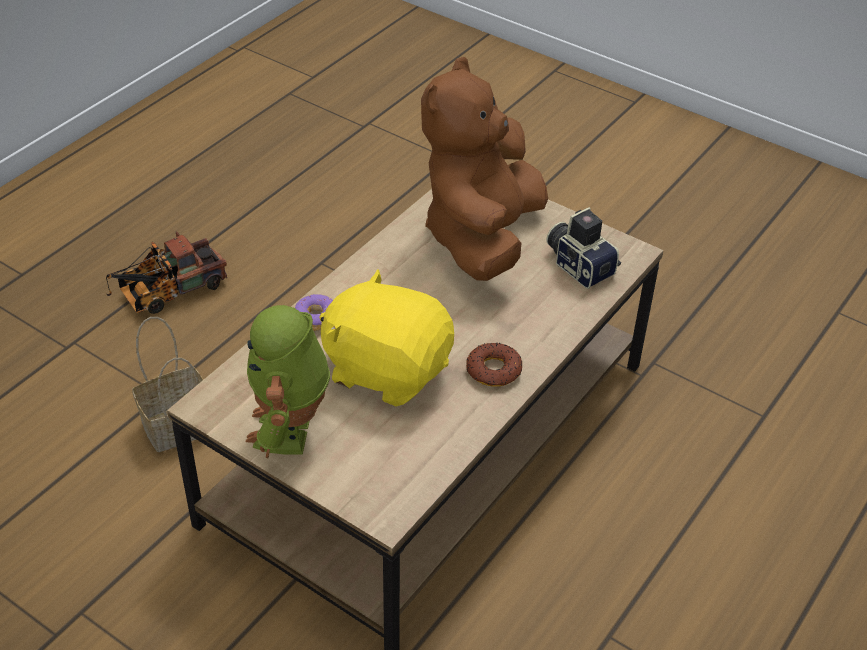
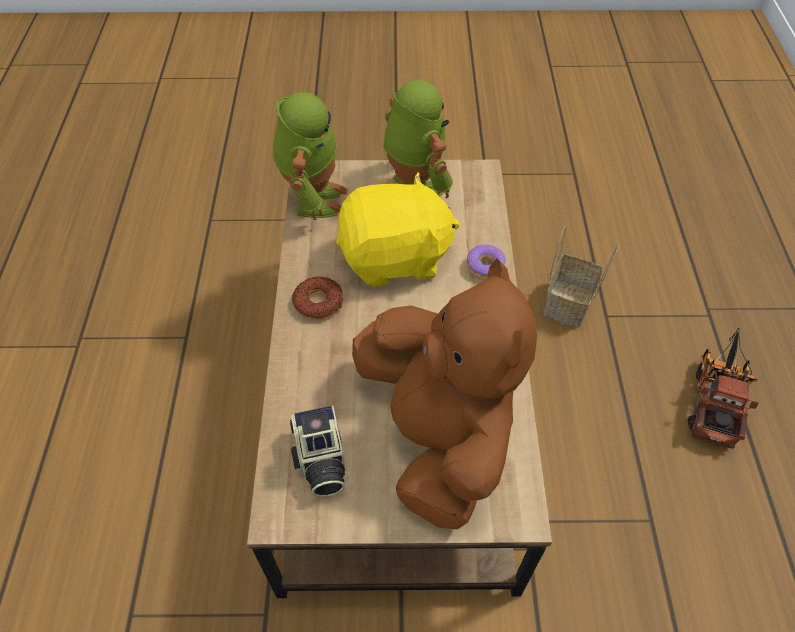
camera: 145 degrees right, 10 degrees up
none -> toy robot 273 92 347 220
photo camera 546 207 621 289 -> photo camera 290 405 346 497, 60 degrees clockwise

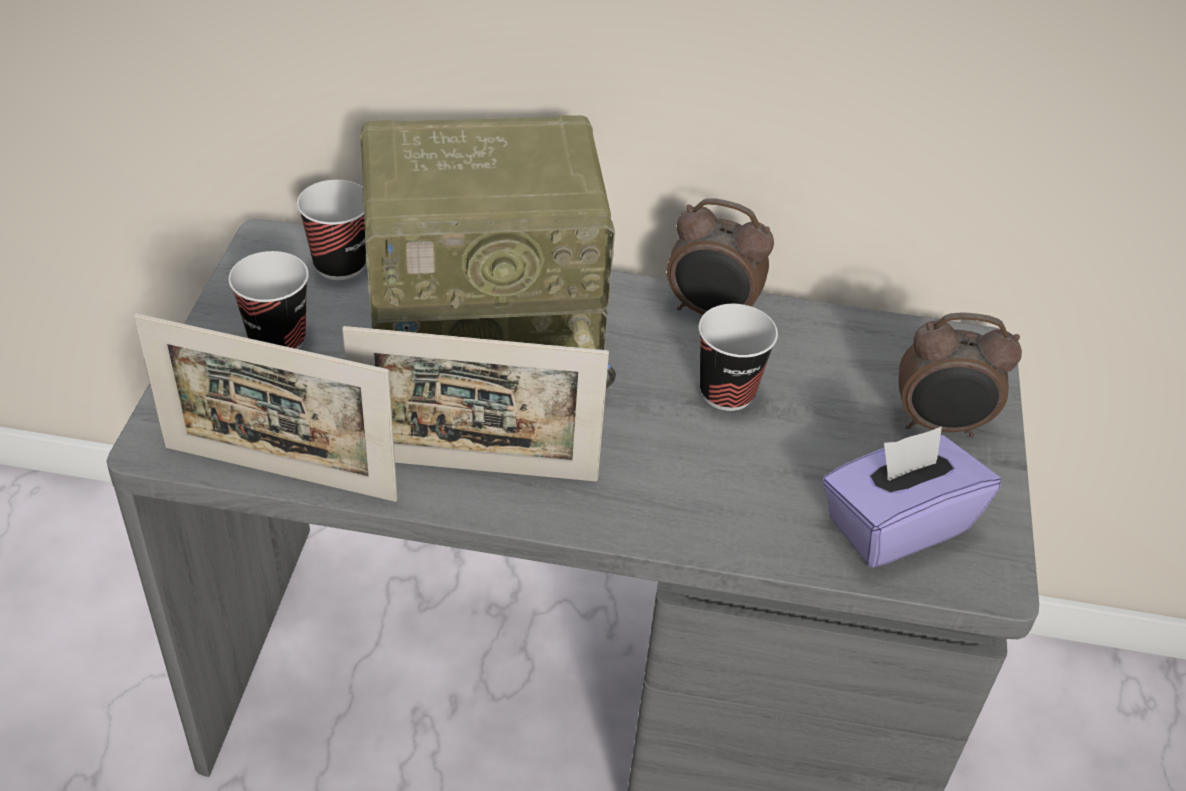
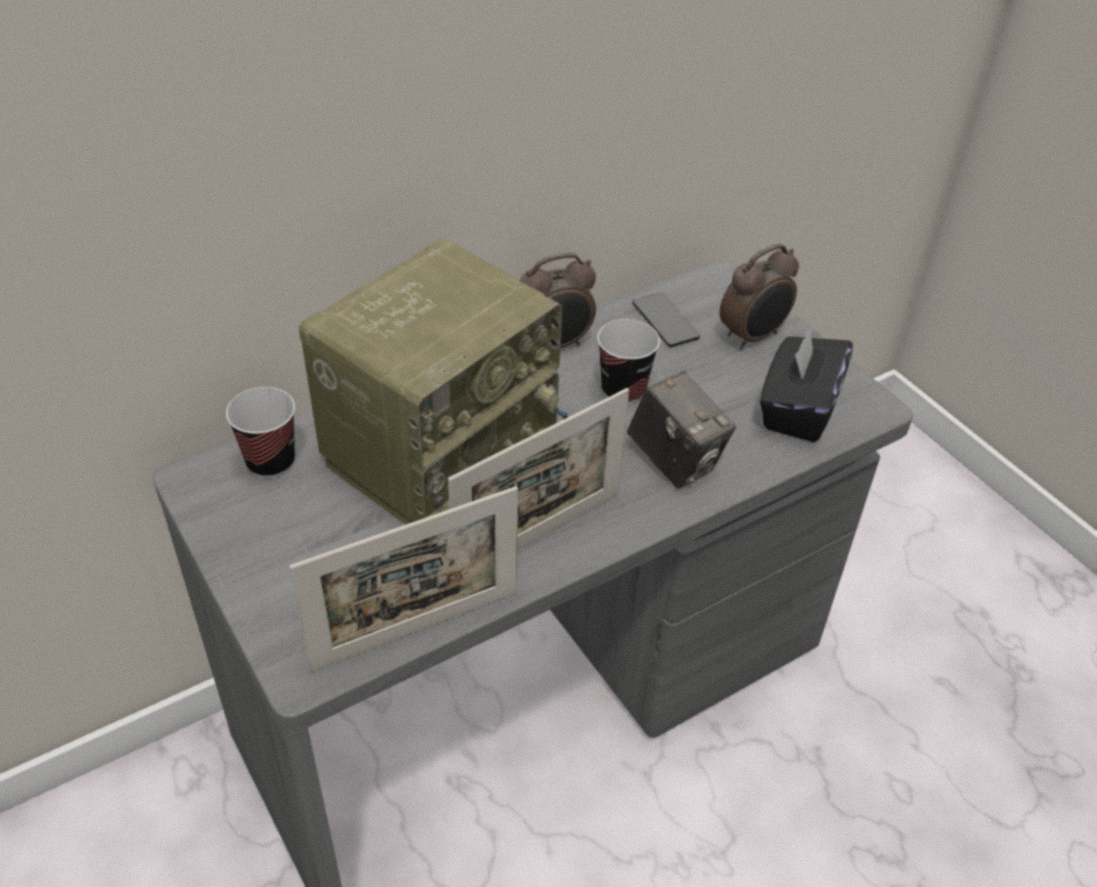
camera: 40 degrees left, 0 degrees up
cup 229 251 309 349 -> none
none -> photo camera 627 371 736 488
none -> phone 632 292 700 347
tissue box (purple) 823 426 1001 568 -> tissue box (black) 760 327 853 442

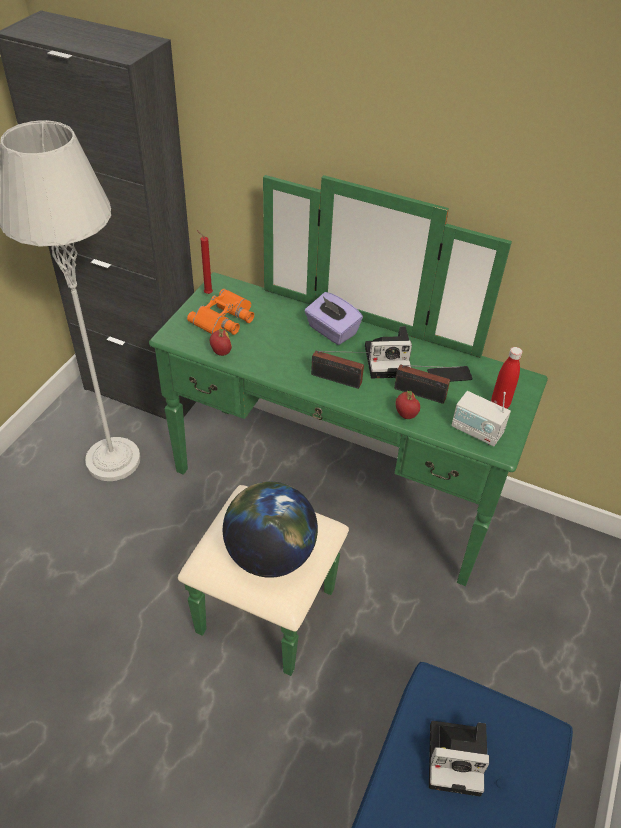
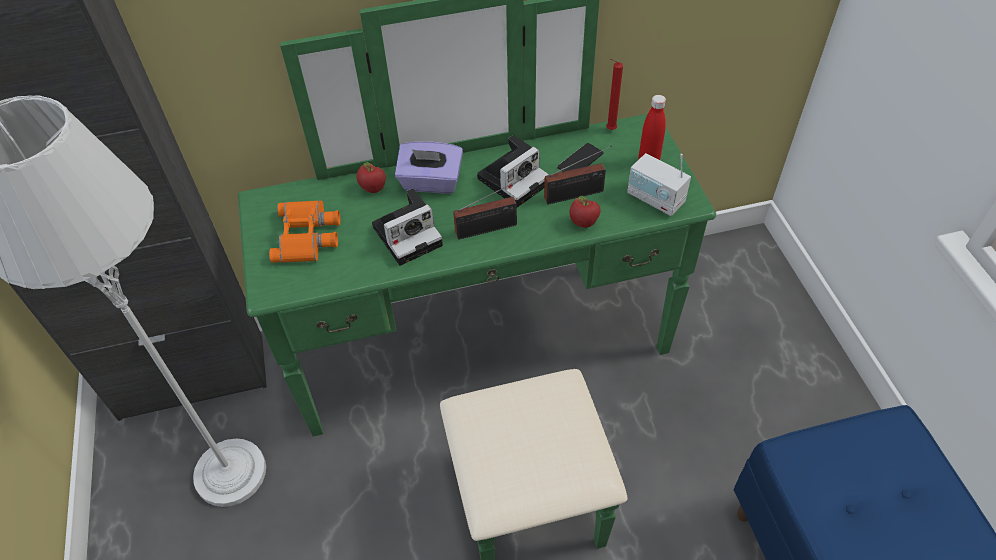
camera: 35 degrees left, 5 degrees up
globe 223 481 318 578 -> none
candle (red) 197 230 213 294 -> candle (red) 606 58 623 130, relocated
apple 210 329 232 356 -> apple 357 162 386 193, relocated
photo camera 429 721 489 796 -> photo camera 372 189 443 266, relocated
radio 451 391 511 446 -> radio 627 153 691 216, 45 degrees clockwise

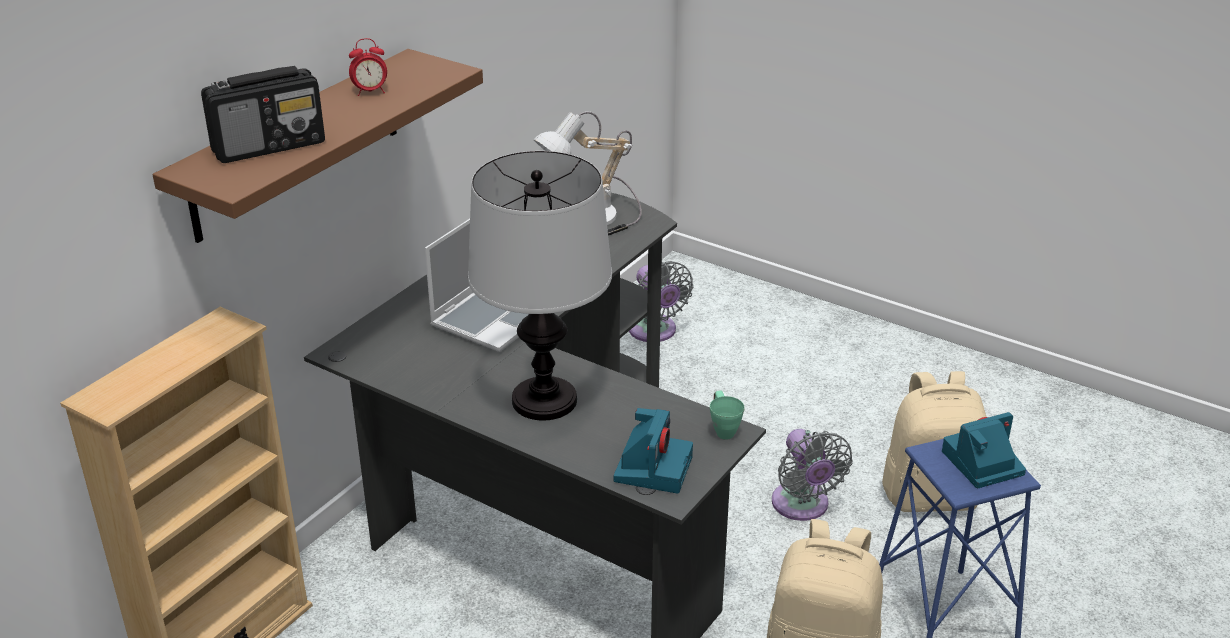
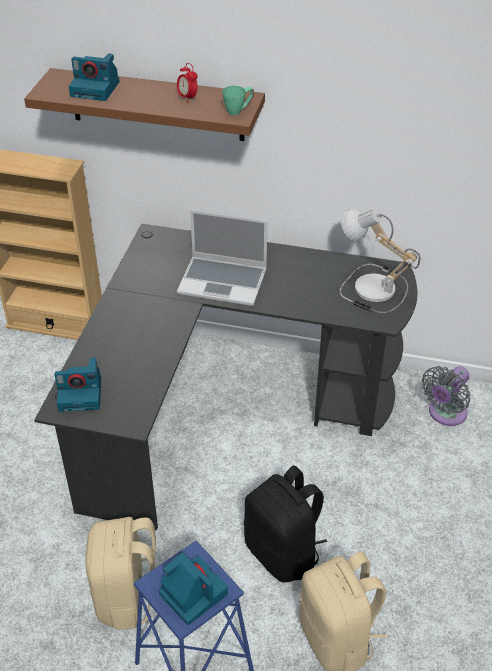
camera: 70 degrees right, 10 degrees up
table lamp 468 151 612 421 -> none
mug (green) 710 390 745 440 -> mug (green) 222 86 254 115, relocated
radio 201 66 325 163 -> photo camera 69 53 120 101
fan (grey) 772 429 853 521 -> backpack (black) 244 465 327 582

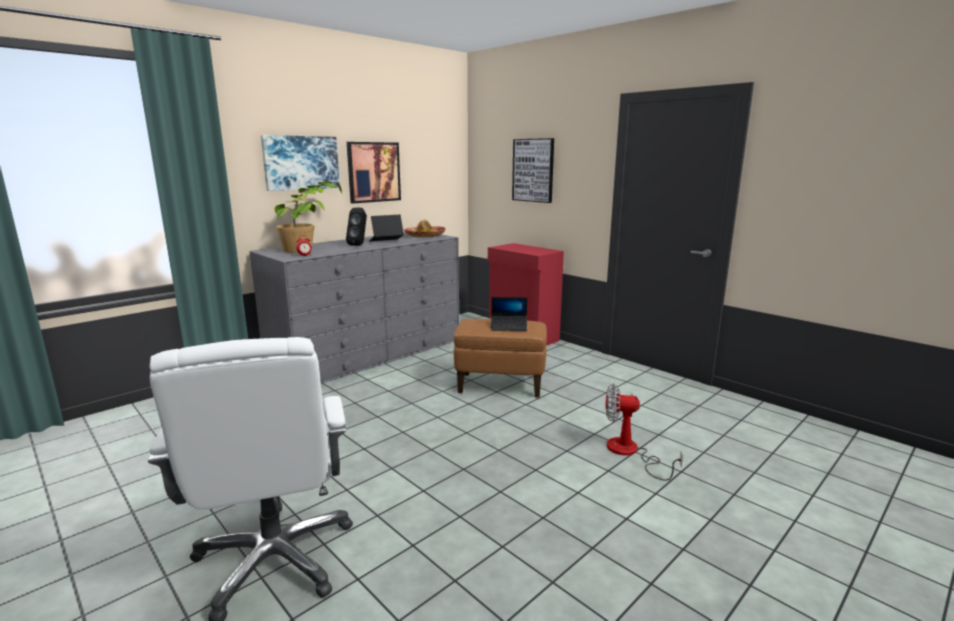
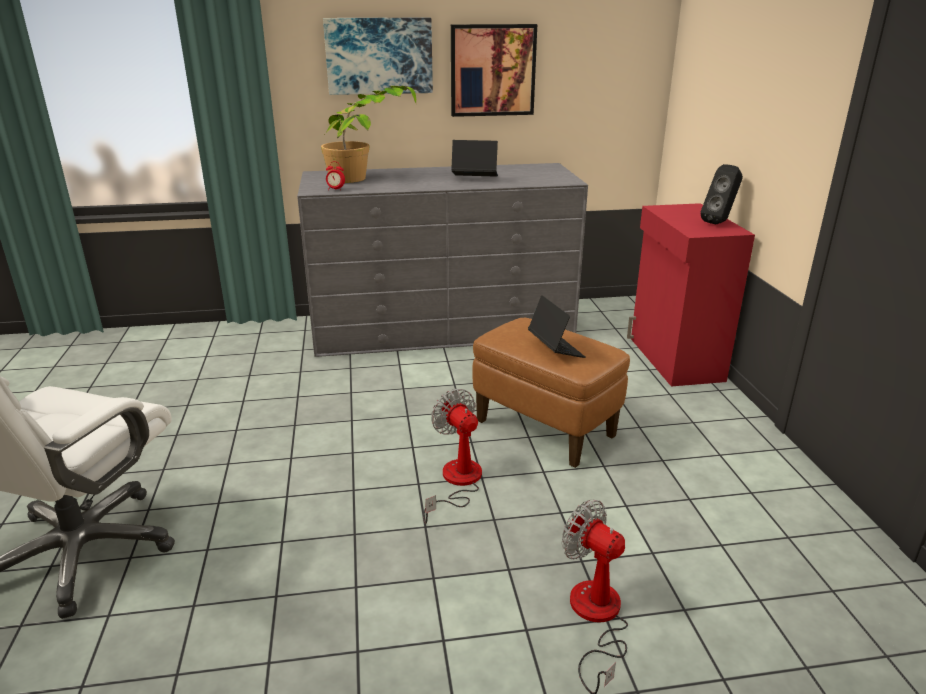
camera: 35 degrees right, 10 degrees up
hat 404 220 446 238 -> none
picture 512 138 554 203 -> none
none -> fan 423 389 482 524
speaker (black) 346 208 367 246 -> speaker (black) 700 164 743 224, relocated
laptop 491 297 528 331 -> laptop 528 295 585 358, 150 degrees counterclockwise

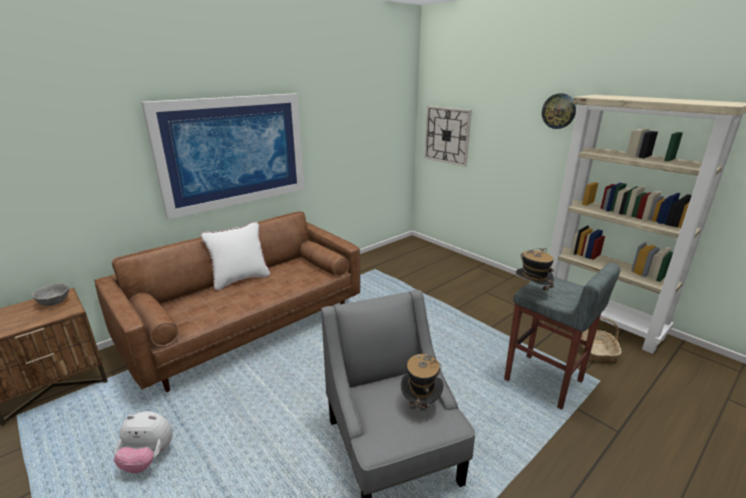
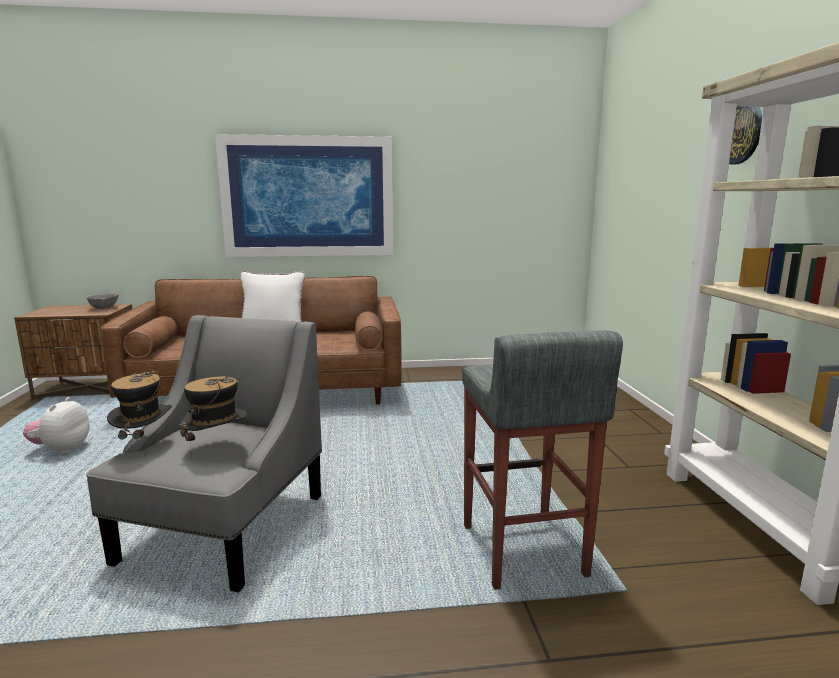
camera: 35 degrees right, 10 degrees down
wall clock 424 106 472 167 -> none
basket 581 318 621 362 -> none
hat 516 248 554 296 -> hat 107 370 172 456, relocated
plush toy 114 411 173 473 -> plush toy 23 397 90 454, 60 degrees clockwise

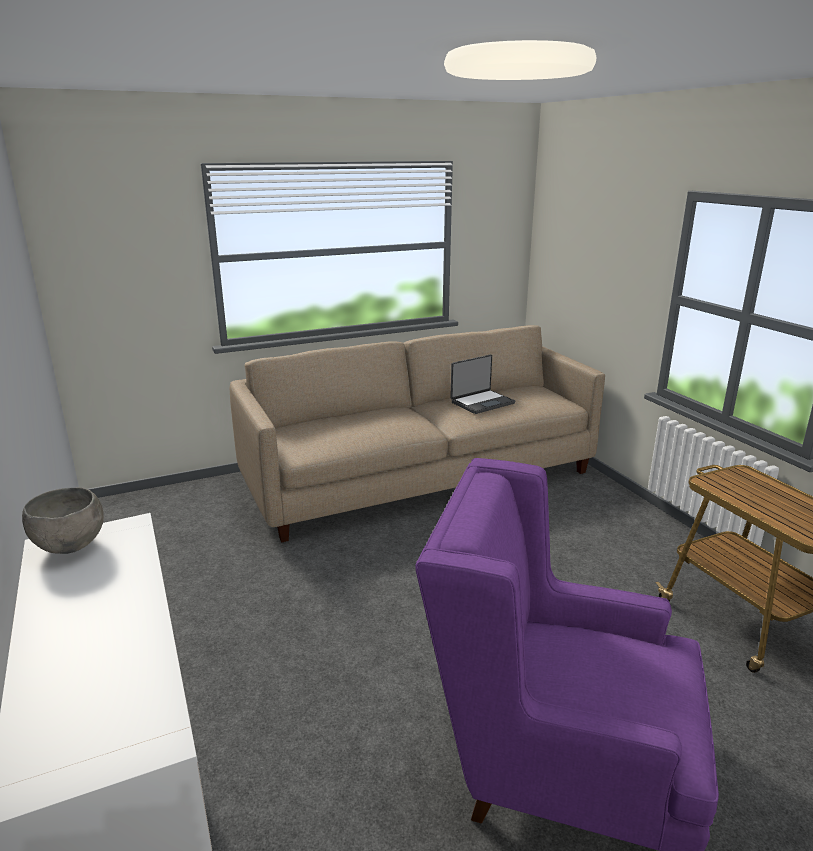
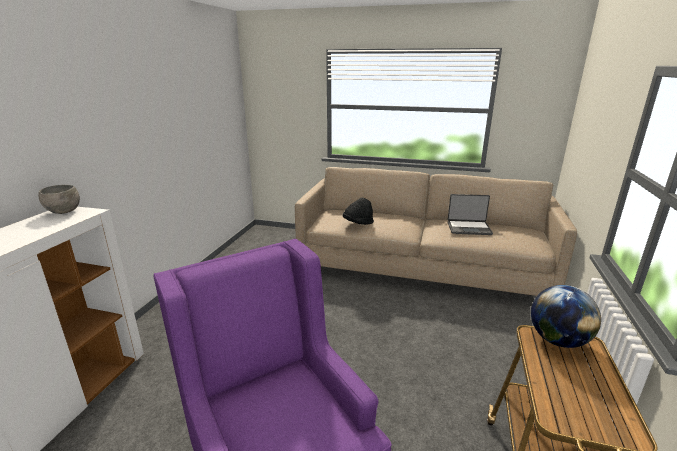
camera: 40 degrees right, 0 degrees up
none -> hat (black) 342 198 374 225
none -> globe 531 285 601 348

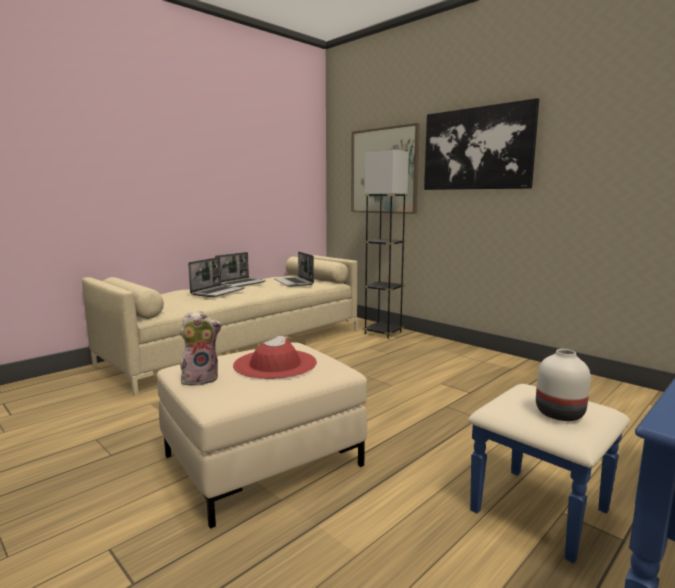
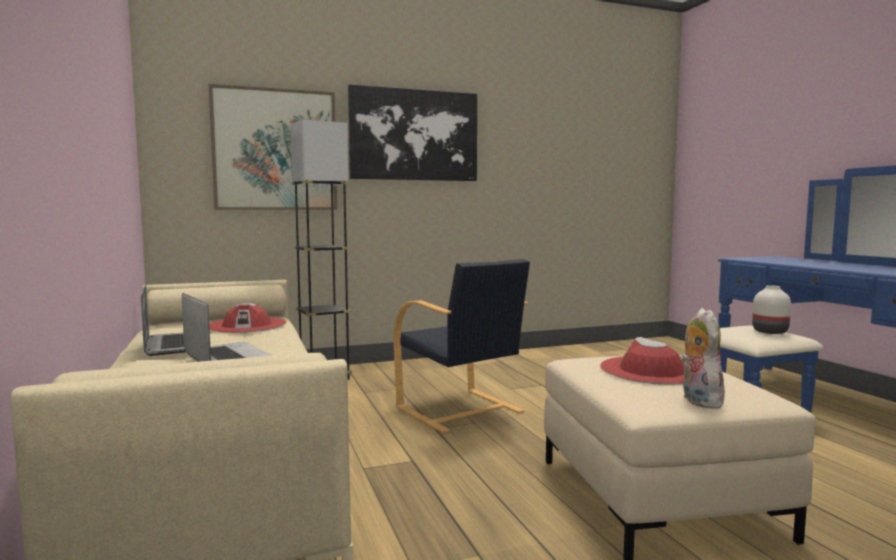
camera: 65 degrees left, 5 degrees down
none -> armchair (black) 393 259 530 433
laptop 274 252 314 287 -> hat (red) 209 303 286 333

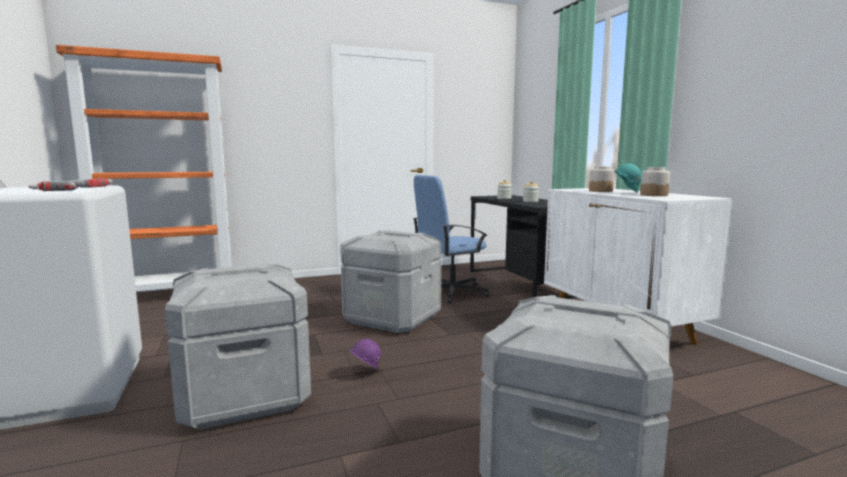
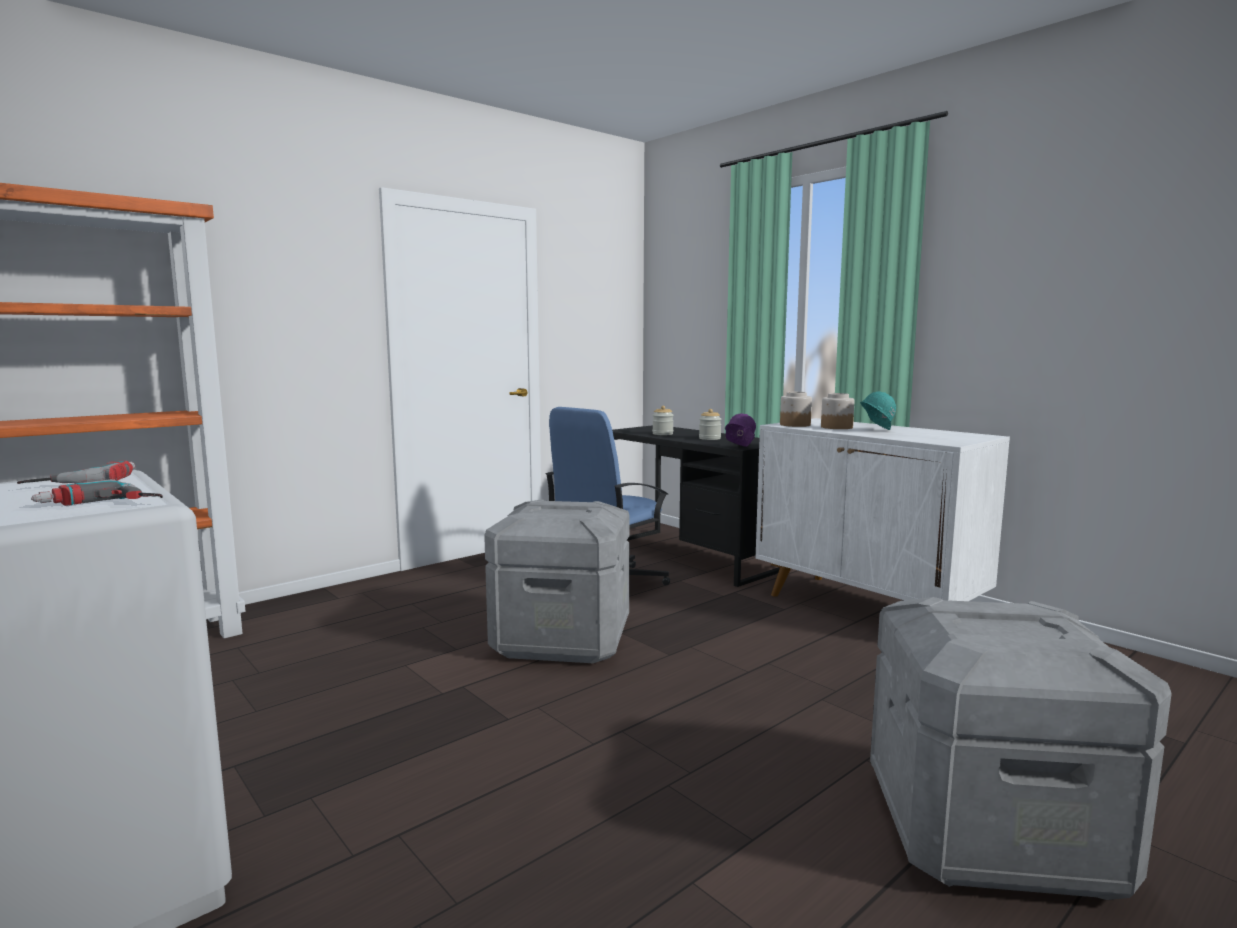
camera: 20 degrees left, 0 degrees up
storage box (grey) 165 263 311 430 -> none
hard hat (purple) 350 339 381 370 -> hard hat (purple) 725 413 756 447, relocated
jar 640 167 670 196 -> jar 780 392 812 427, relocated

